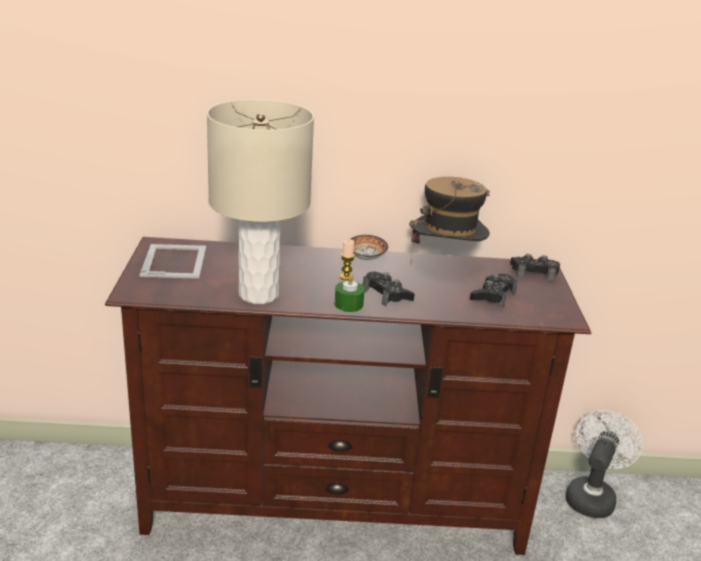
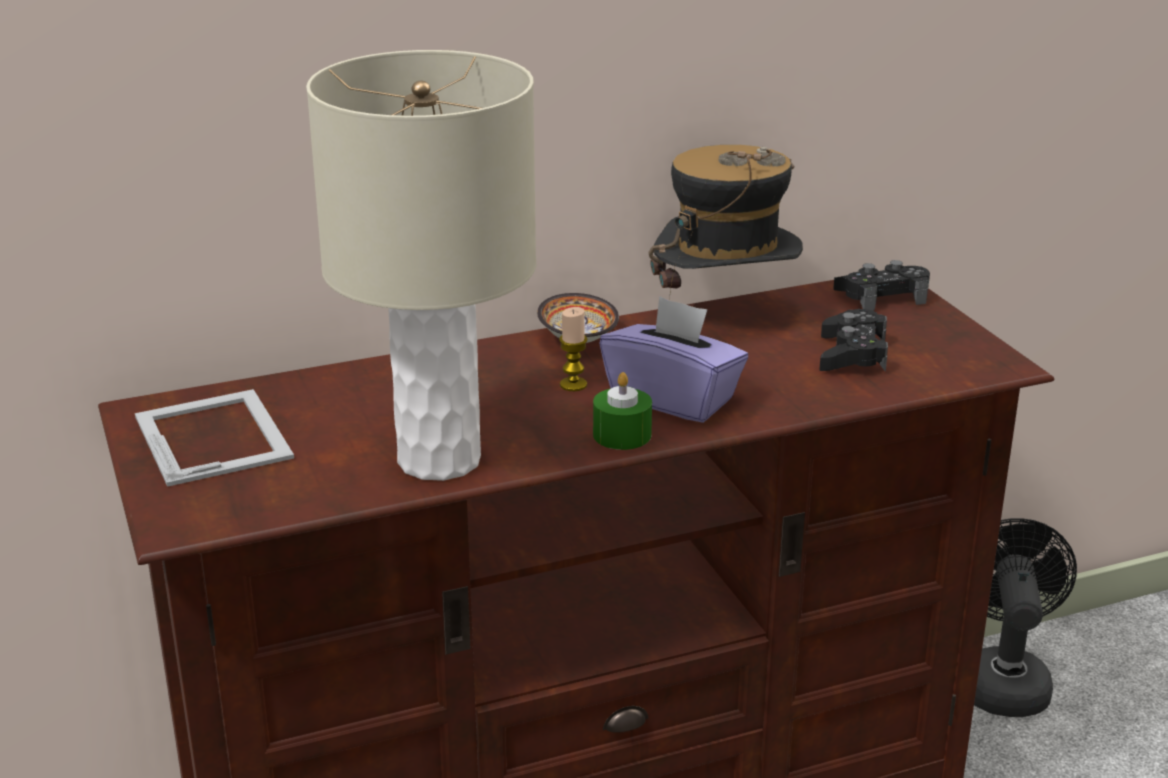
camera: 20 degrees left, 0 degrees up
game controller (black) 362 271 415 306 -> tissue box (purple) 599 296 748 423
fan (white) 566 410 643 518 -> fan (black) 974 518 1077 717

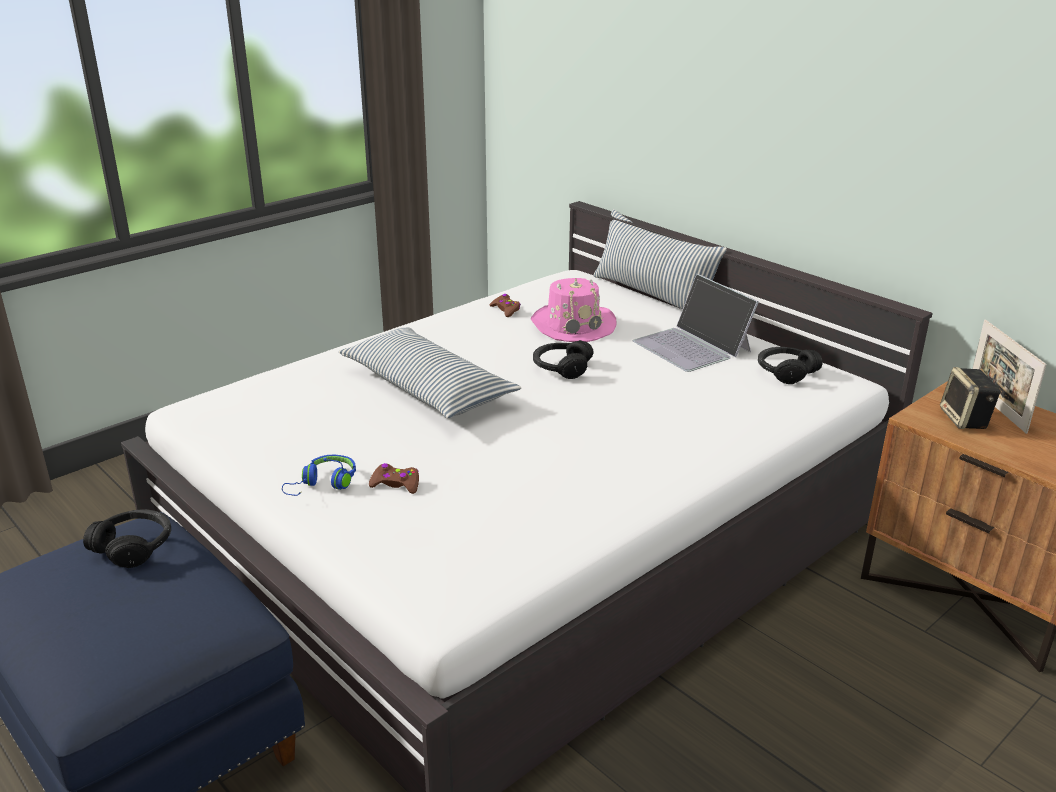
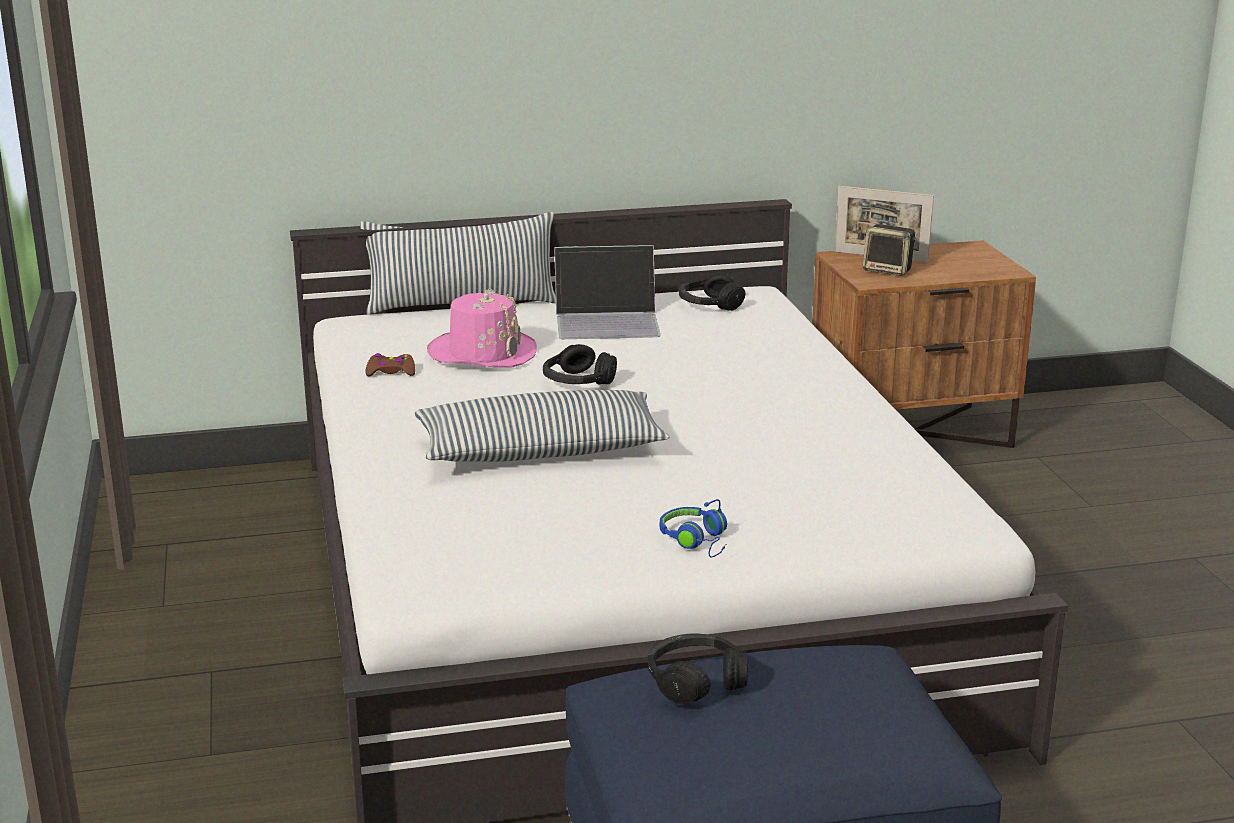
camera: 60 degrees left, 5 degrees down
game controller (brown) 369 463 419 494 -> none

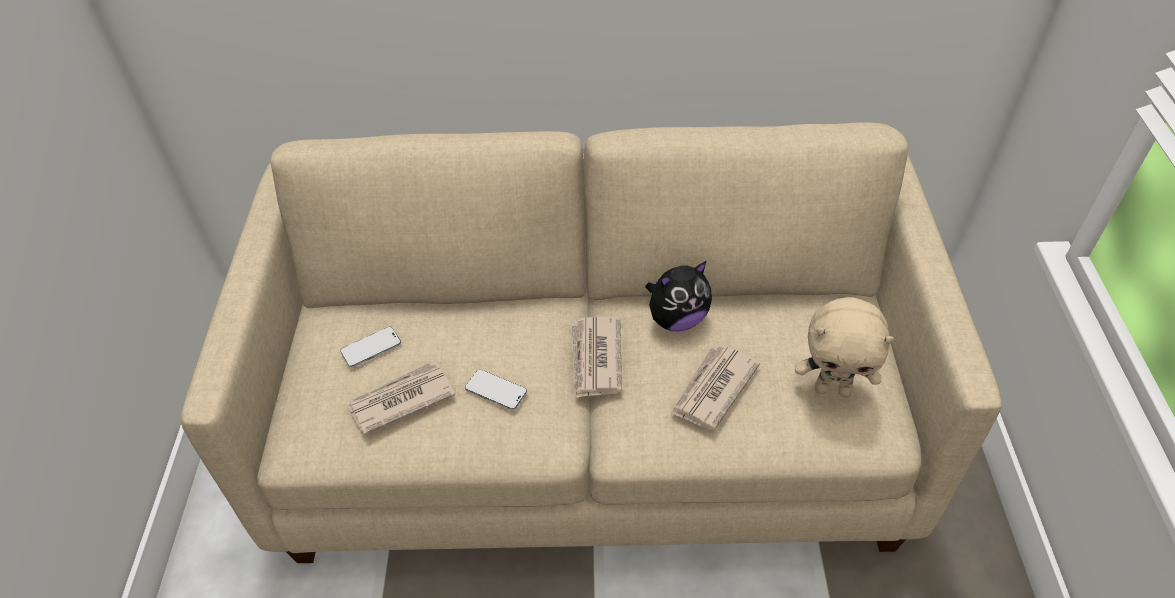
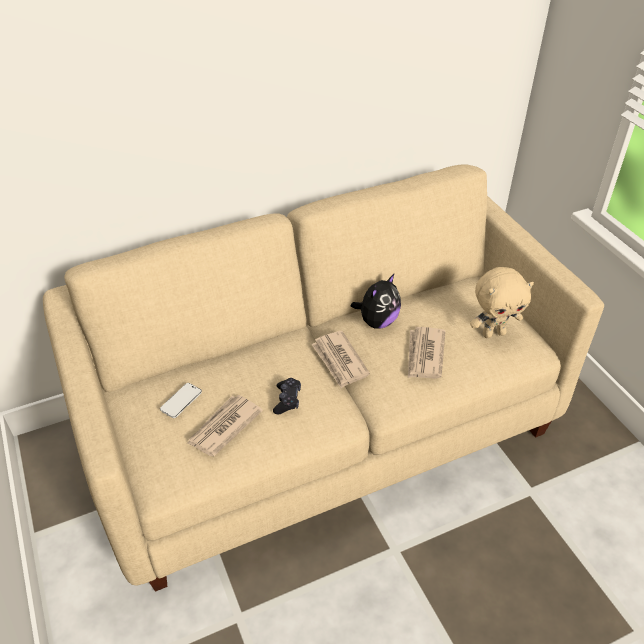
camera: 25 degrees left, 5 degrees down
phone 465 369 527 410 -> game controller (black) 273 378 301 414

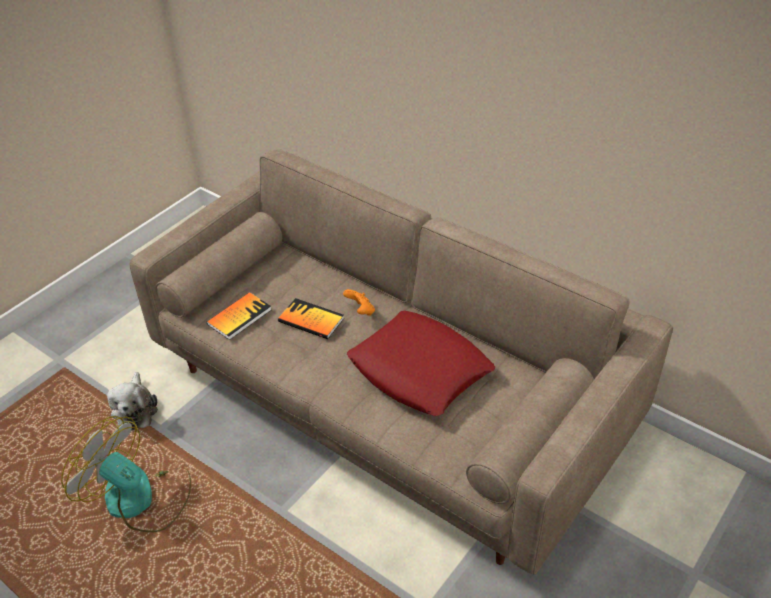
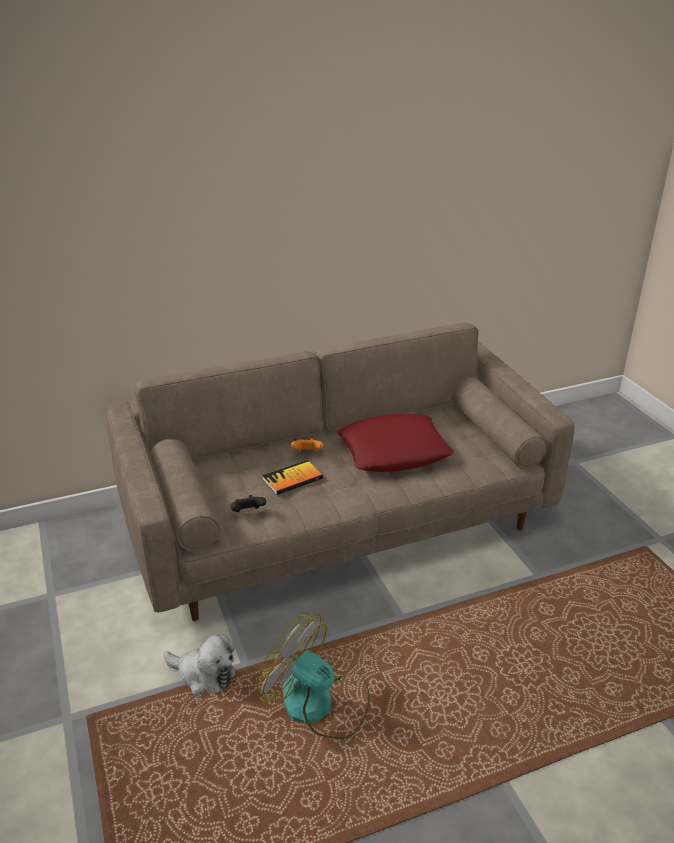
camera: 60 degrees left, 10 degrees down
book 207 292 272 340 -> game controller (black) 230 495 266 512
fan 61 416 191 532 -> fan 257 612 370 739, 60 degrees clockwise

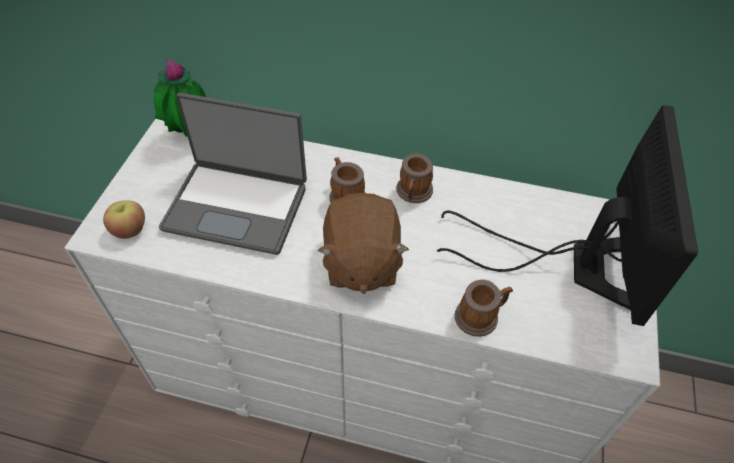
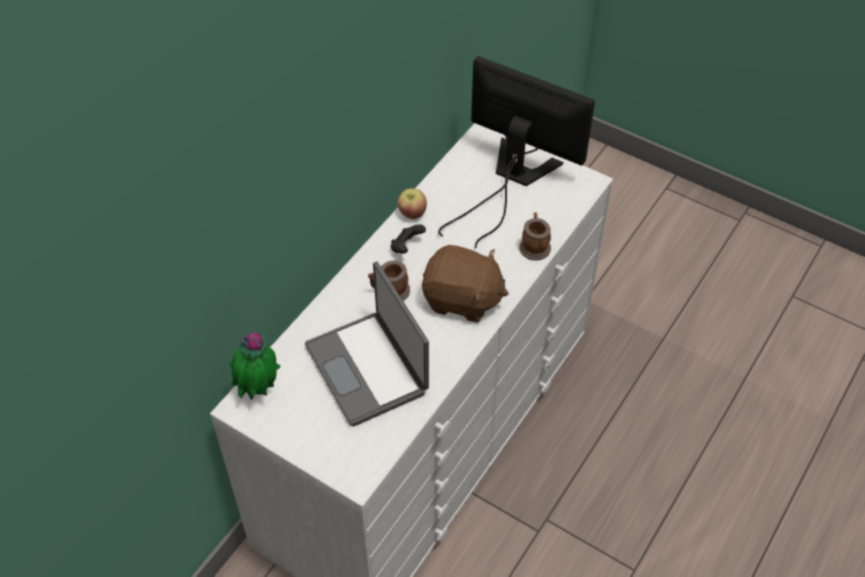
camera: 70 degrees left, 0 degrees up
apple 103 201 145 239 -> apple 397 188 427 219, relocated
mug 396 153 433 203 -> game controller (black) 391 224 426 254
laptop 159 93 307 255 -> laptop 305 261 429 427, 120 degrees clockwise

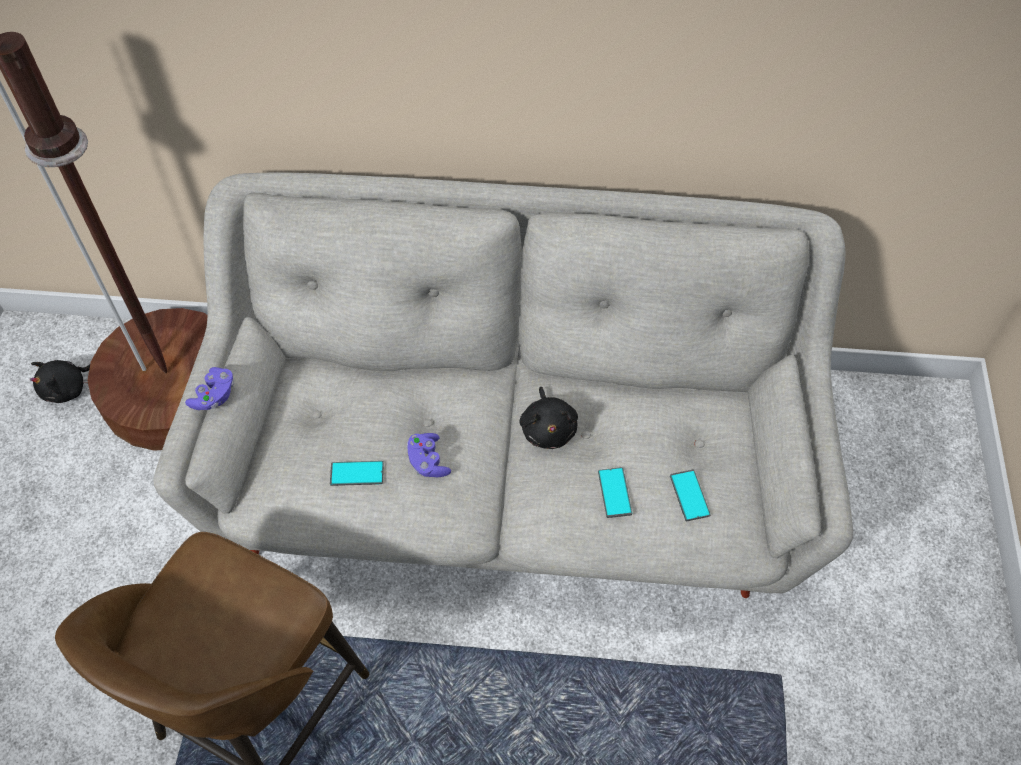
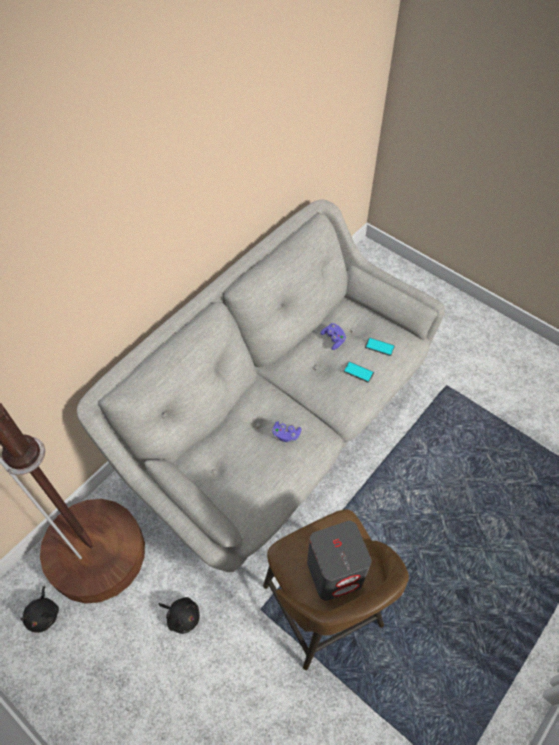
camera: 55 degrees left, 0 degrees up
phone 330 461 384 486 -> none
none -> speaker (grey) 307 521 371 601
game controller (purple) 185 367 234 410 -> game controller (purple) 320 323 346 350, relocated
plush toy (black) 519 387 578 449 -> plush toy (black) 158 597 200 634, relocated

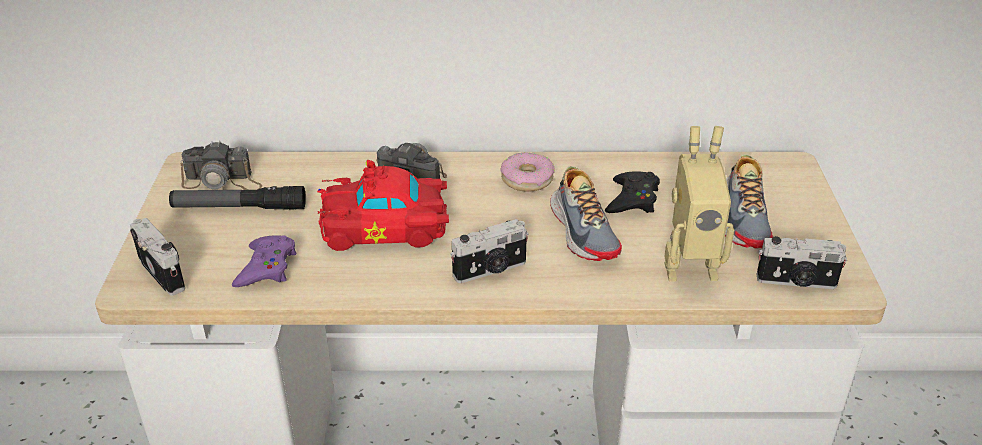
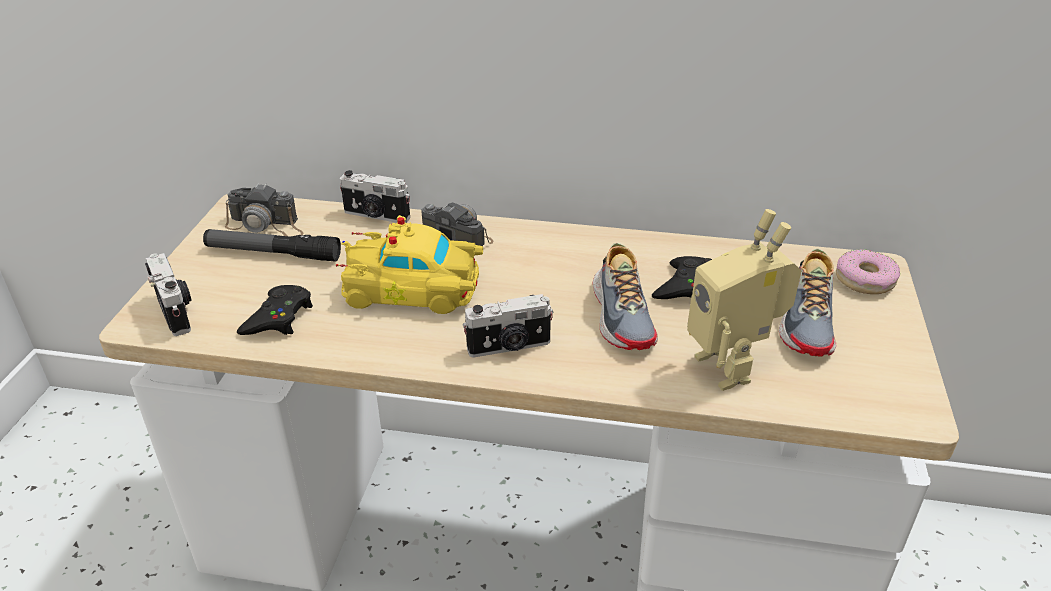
camera: 10 degrees right, 0 degrees up
donut 500 152 555 192 -> donut 836 249 900 294, relocated
photo camera 757 236 847 289 -> photo camera 340 170 410 223, relocated
game controller (purple) 232 235 296 287 -> game controller (black) 237 285 313 335
toy car (red) 317 160 449 251 -> toy car (yellow) 336 215 483 314
toy robot 664 126 734 281 -> toy robot 687 209 802 391, 60 degrees clockwise

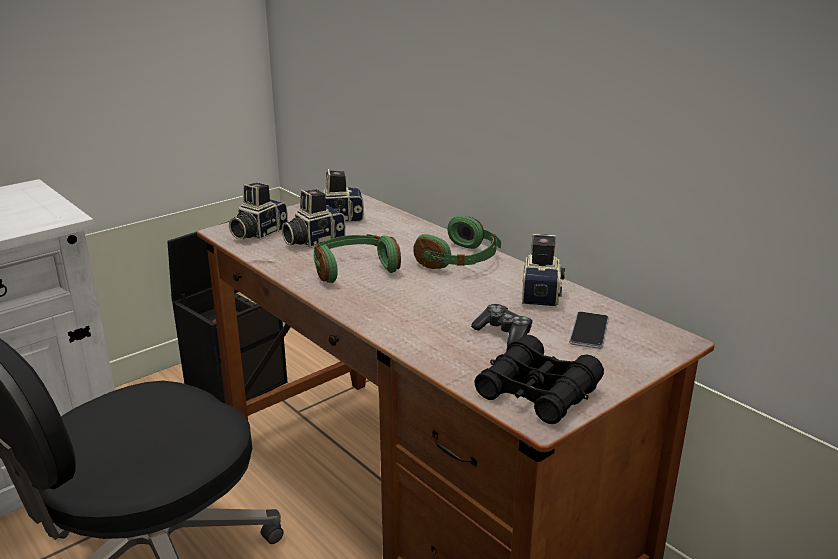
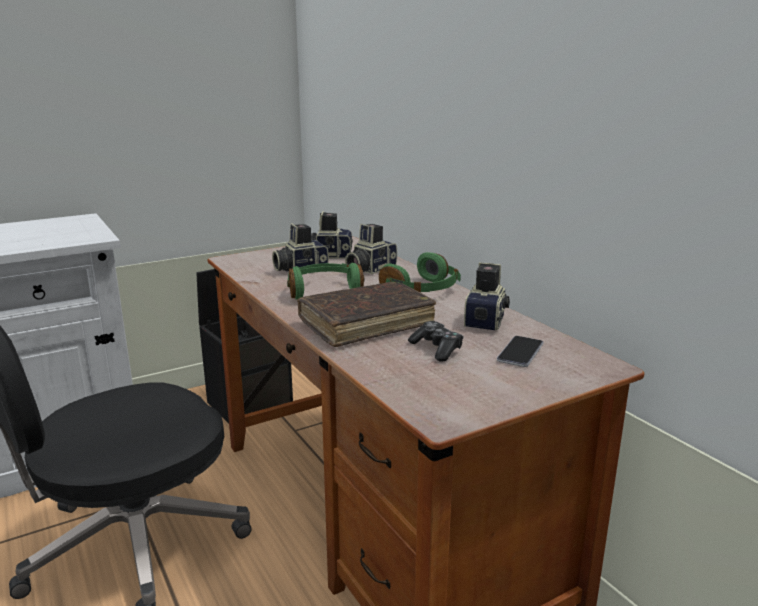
camera: 10 degrees right, 5 degrees down
binoculars (black) 474 335 604 424 -> none
none -> book (brown) 297 282 436 347
photo camera 229 182 288 240 -> photo camera 345 224 397 274, relocated

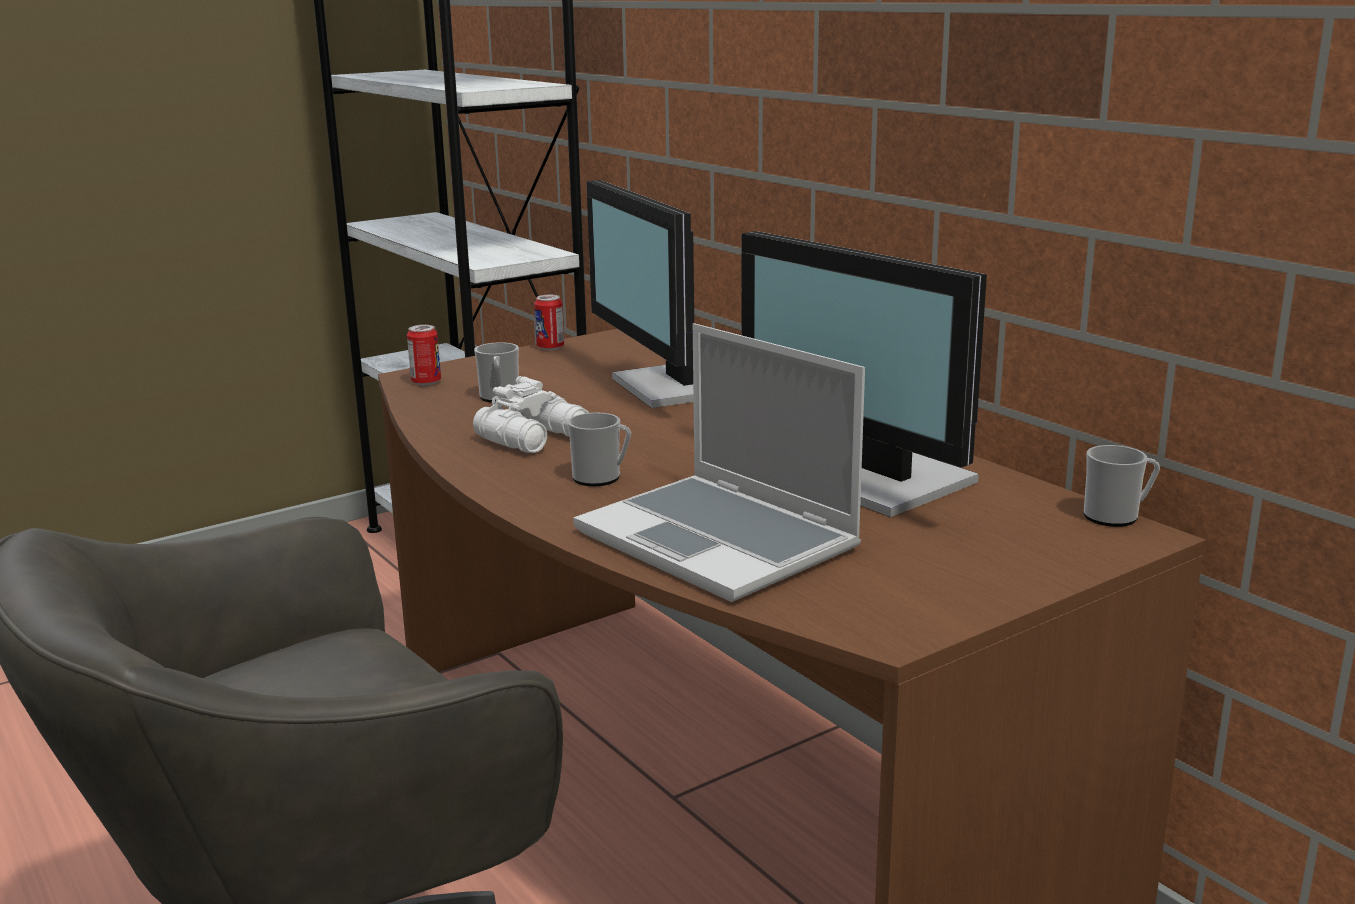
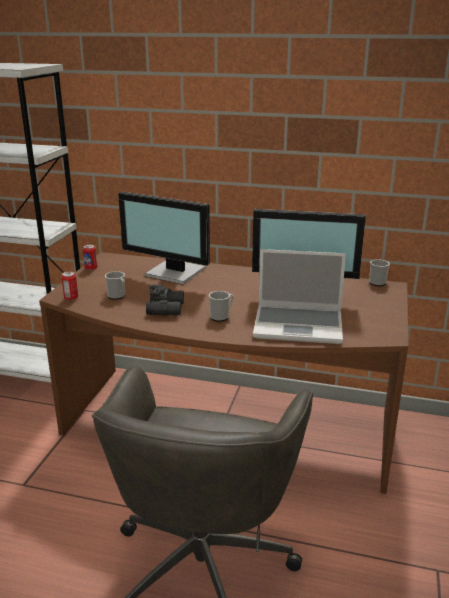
camera: 40 degrees left, 5 degrees up
binoculars (white) 473 376 589 453 -> binoculars (black) 146 285 184 316

